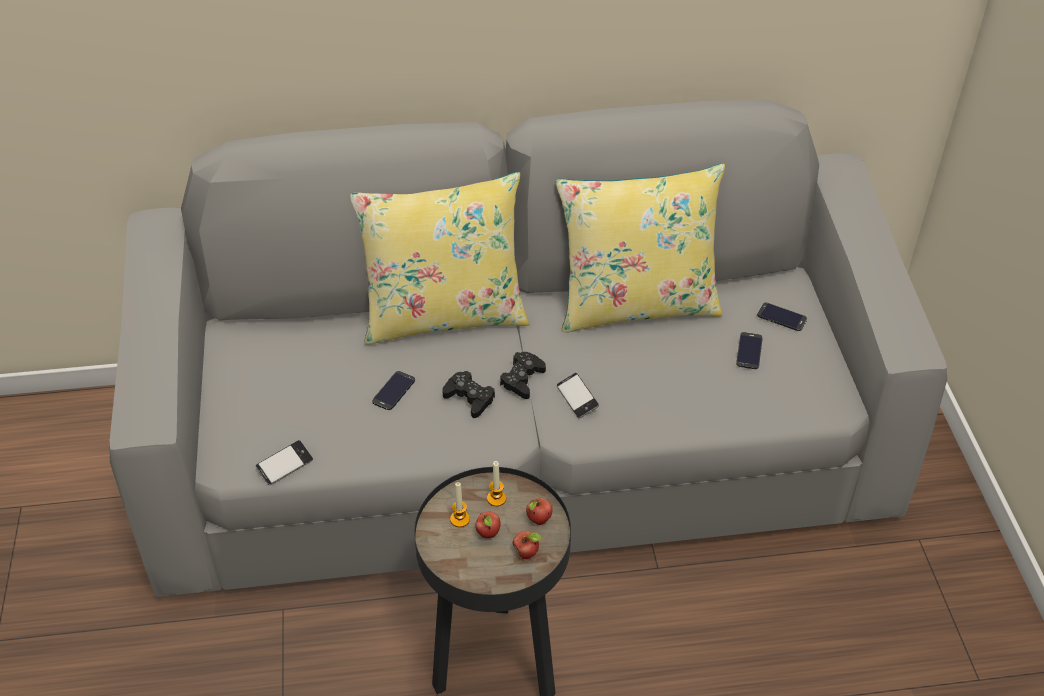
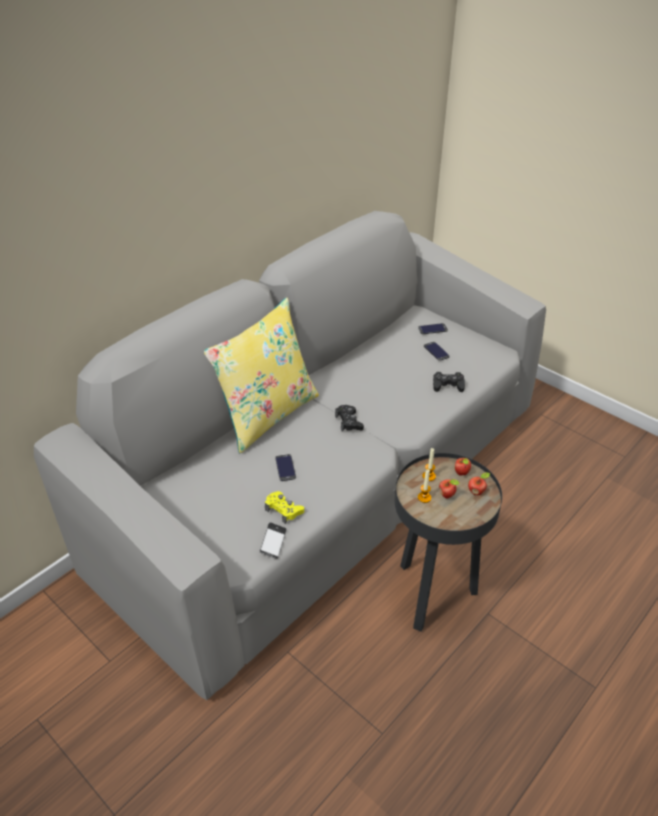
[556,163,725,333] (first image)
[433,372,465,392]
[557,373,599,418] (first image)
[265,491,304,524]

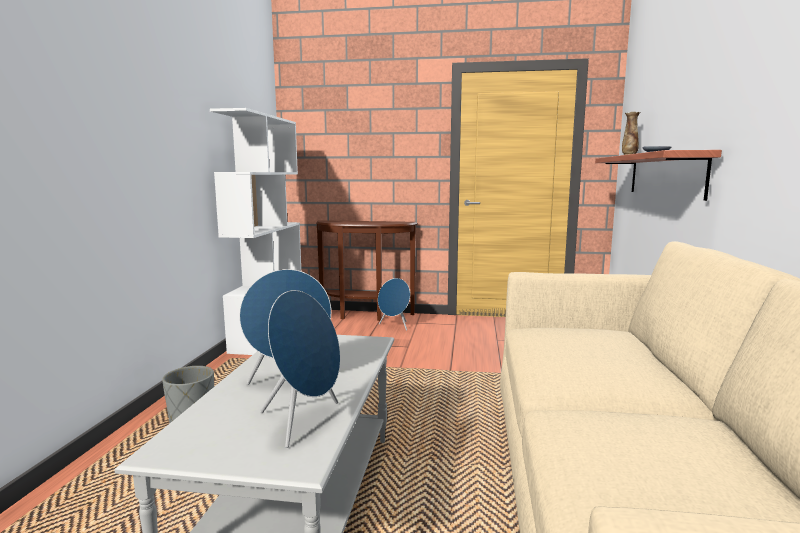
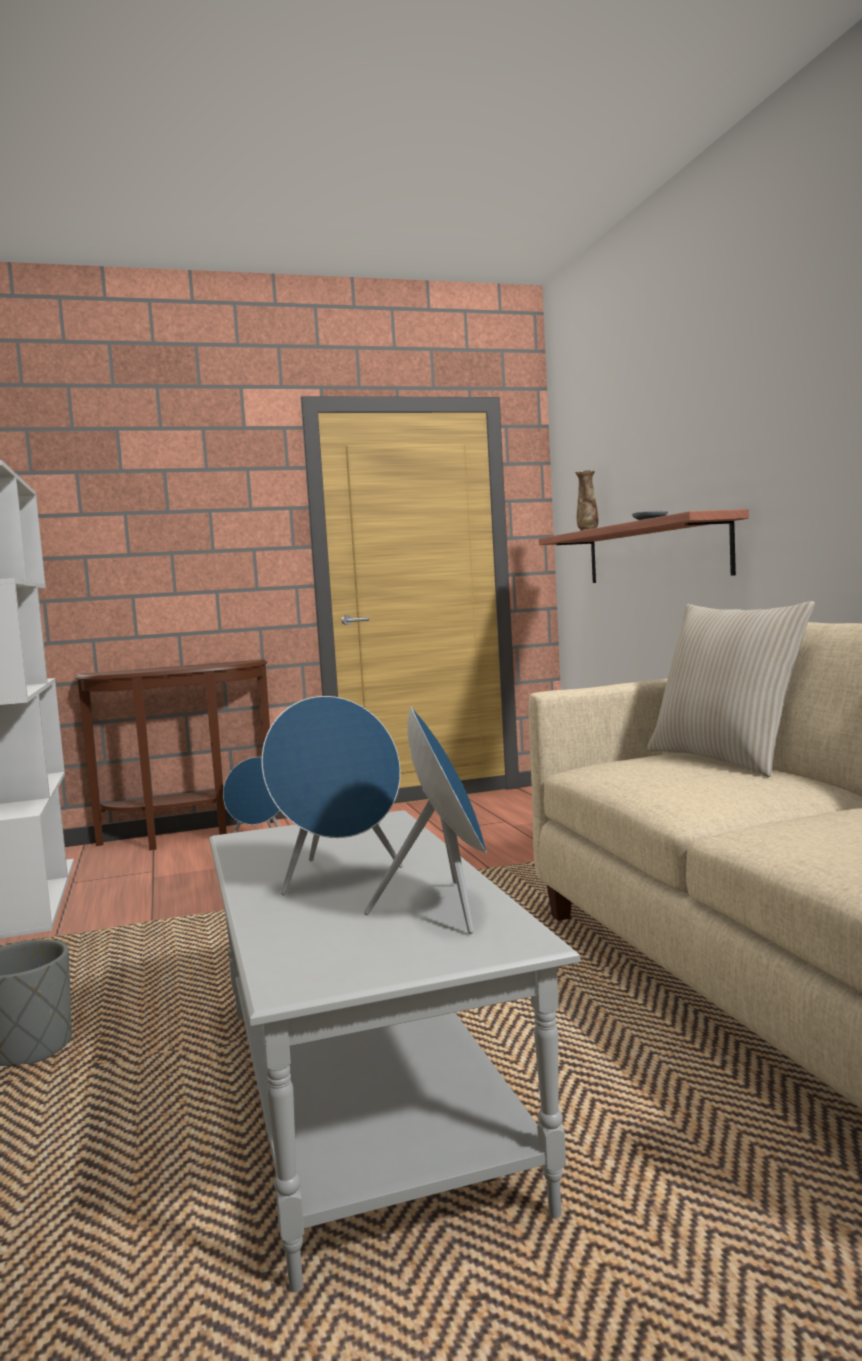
[647,601,815,777]

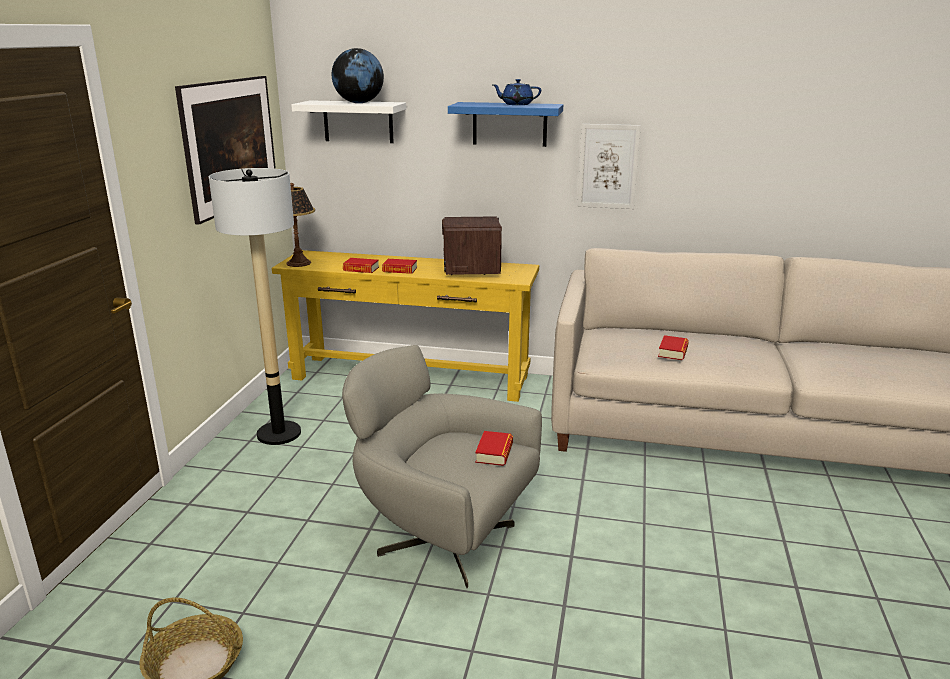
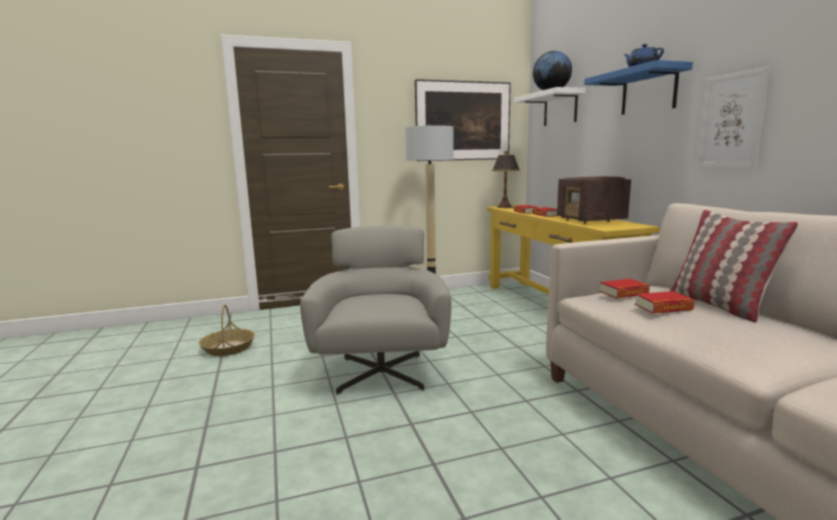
[557,176,631,224]
[599,279,650,299]
[670,210,798,323]

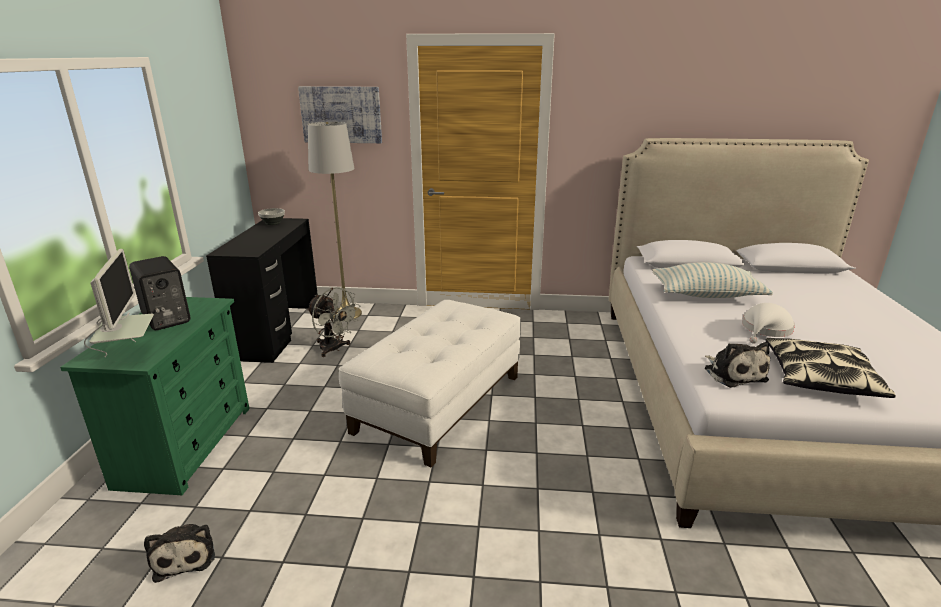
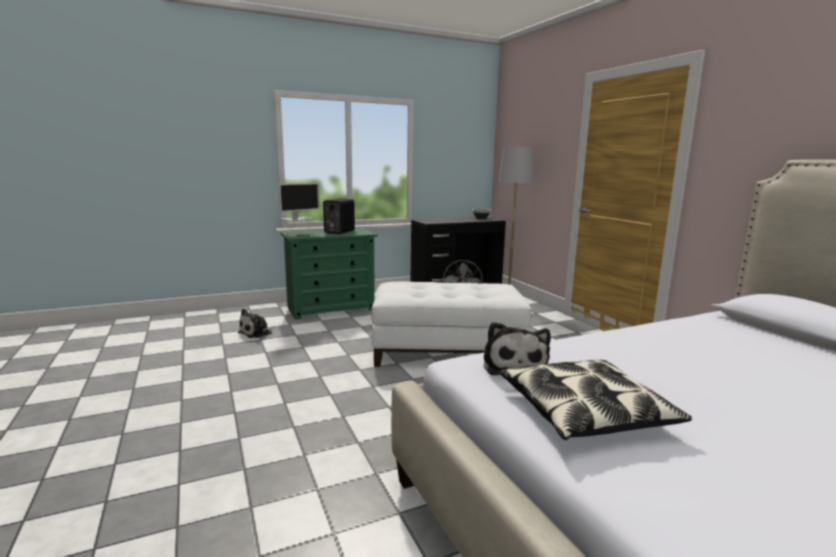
[298,86,382,143] (first image)
[653,262,773,298] (first image)
[742,303,795,344] (first image)
[484,322,551,375]

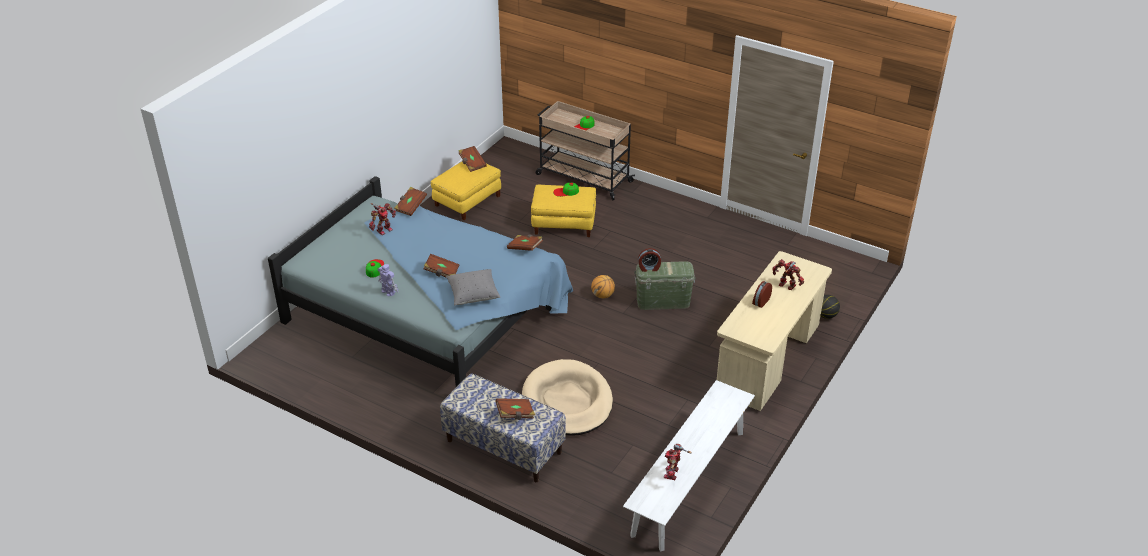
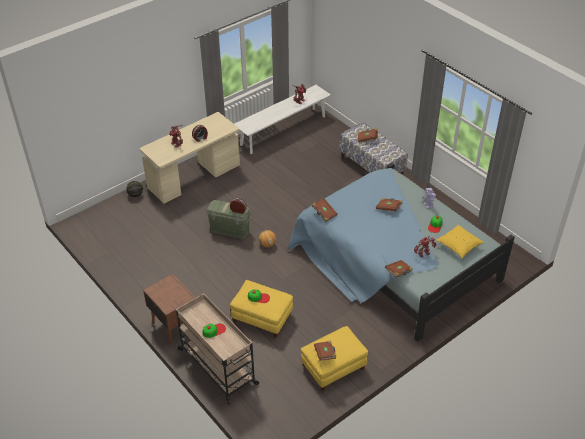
[446,269,501,305] (first image)
[522,359,613,436] (first image)
[436,225,484,258]
[143,274,196,343]

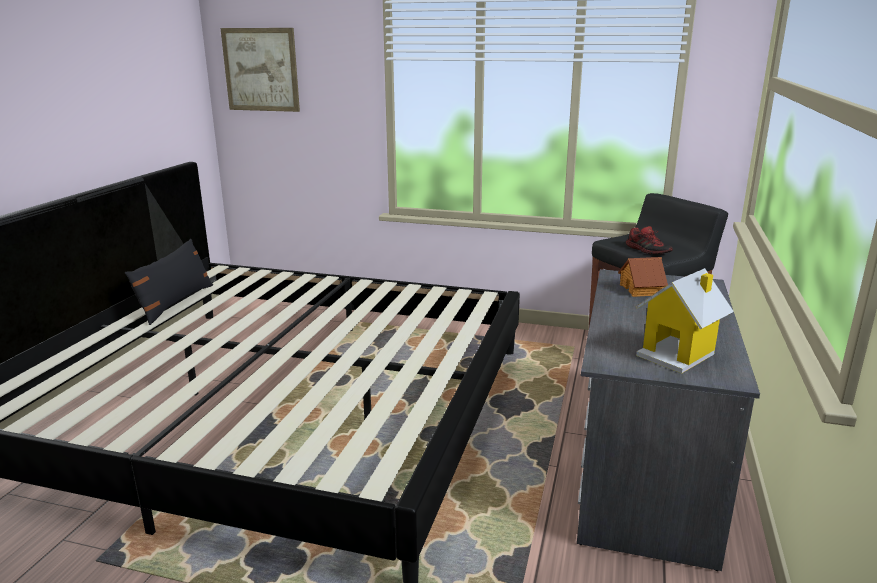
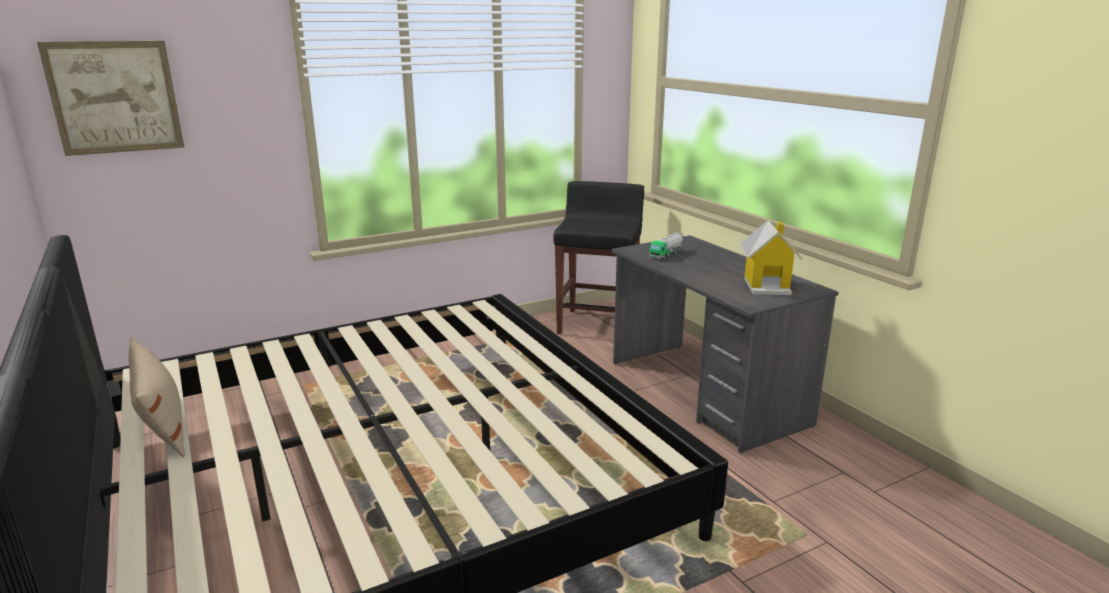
[626,226,673,254] (first image)
[129,337,185,457]
[649,233,683,260]

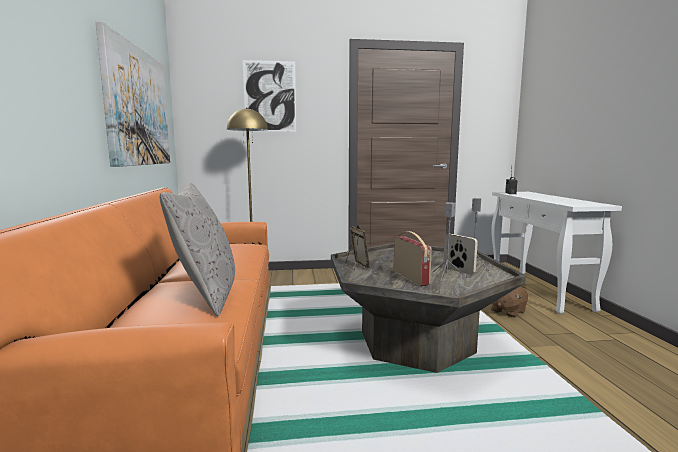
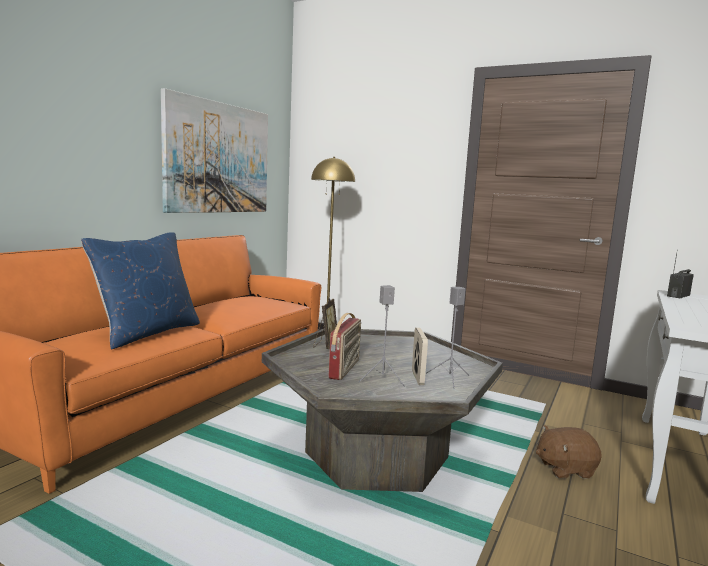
[243,60,296,132] (first image)
[81,232,200,350]

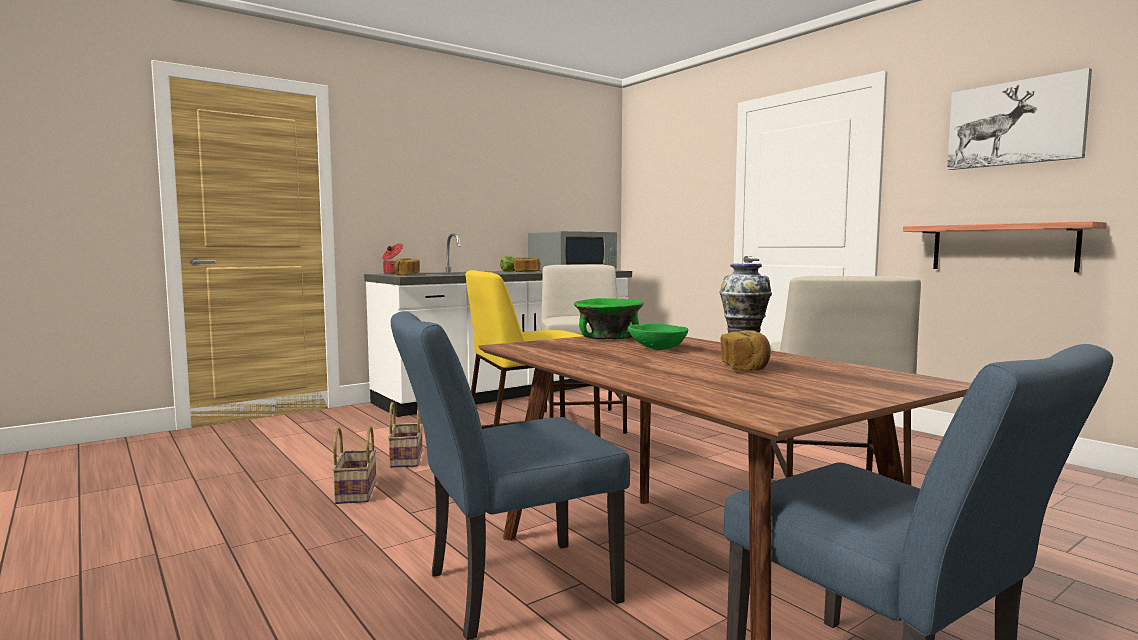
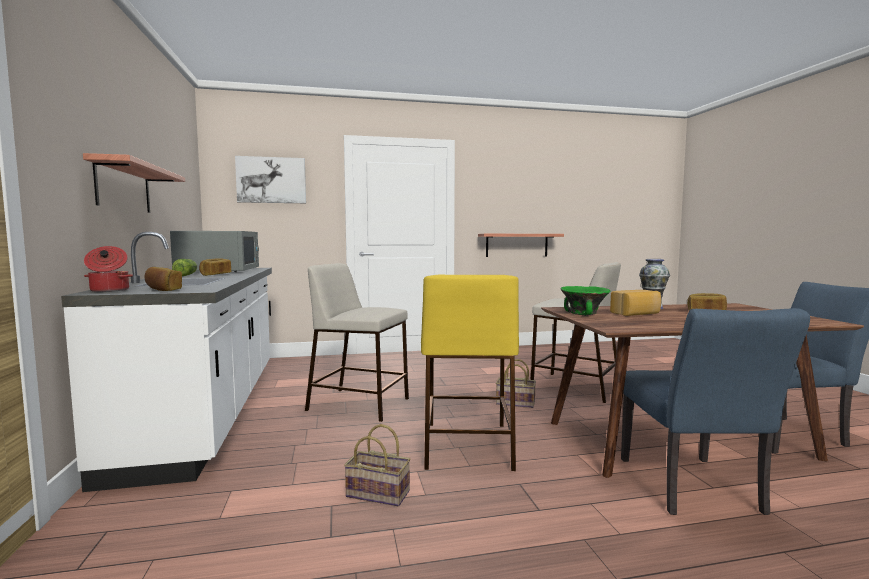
[235,156,306,203]
[610,290,661,316]
[496,359,536,408]
[83,153,185,213]

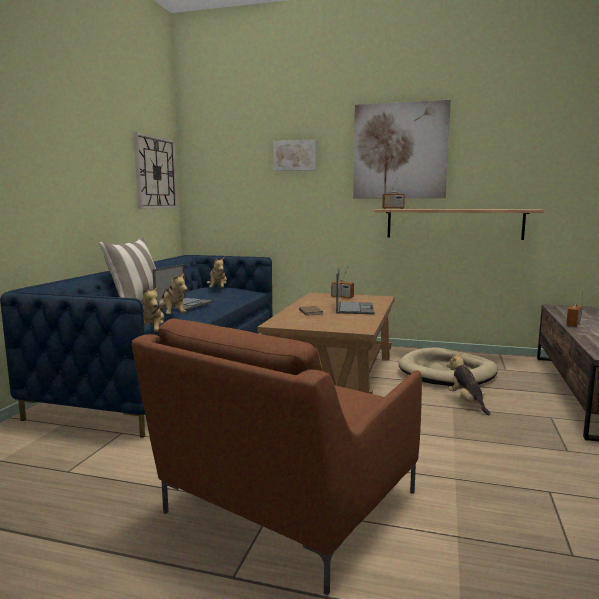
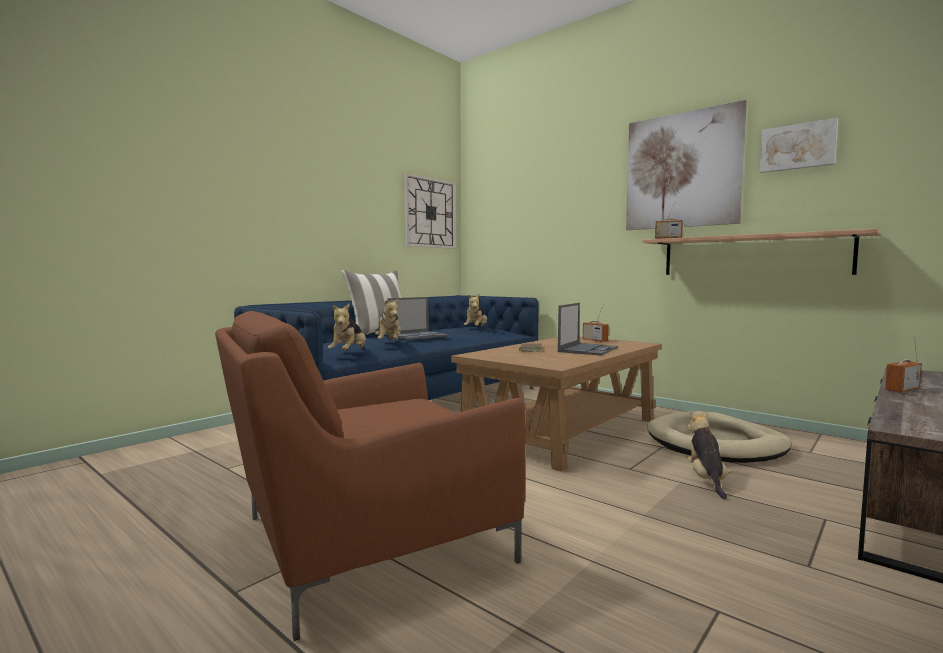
[760,118,838,173]

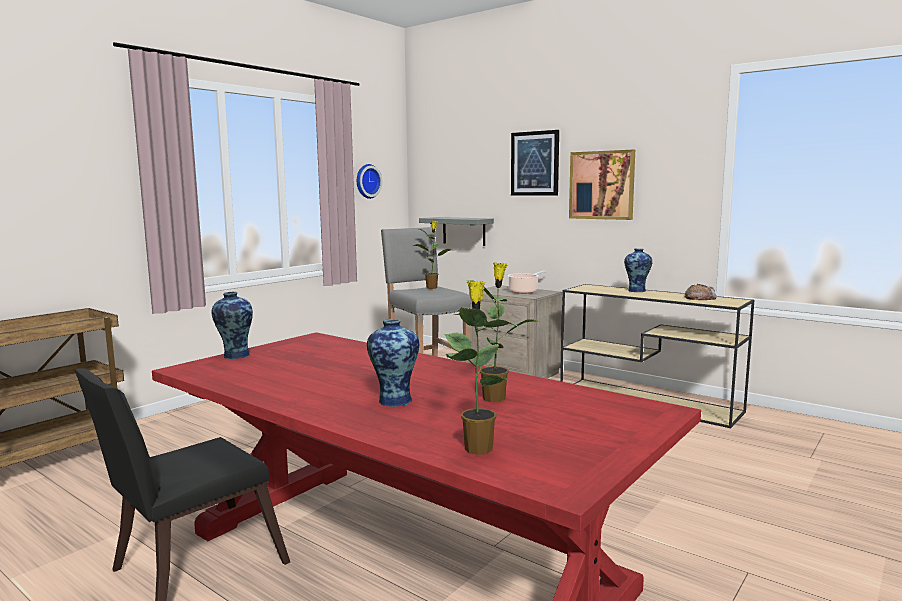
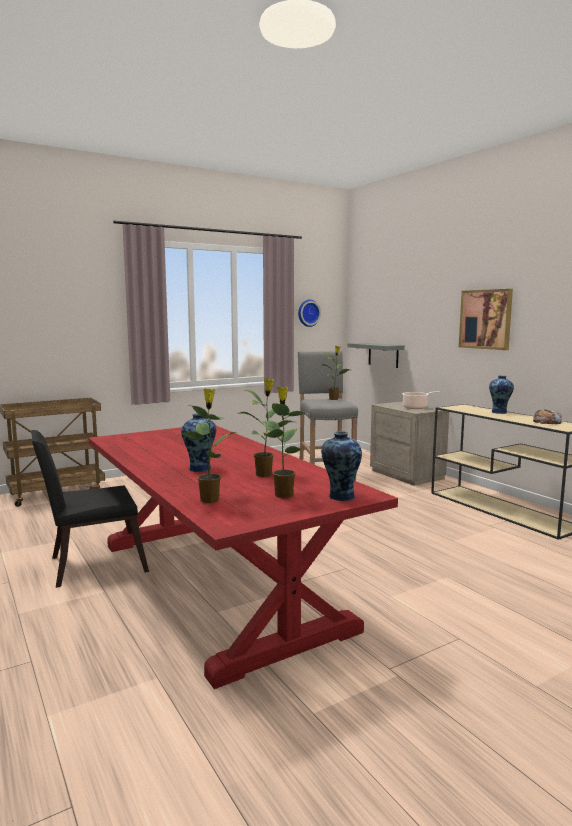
[511,130,559,195] (first image)
[321,431,362,501]
[263,387,308,498]

